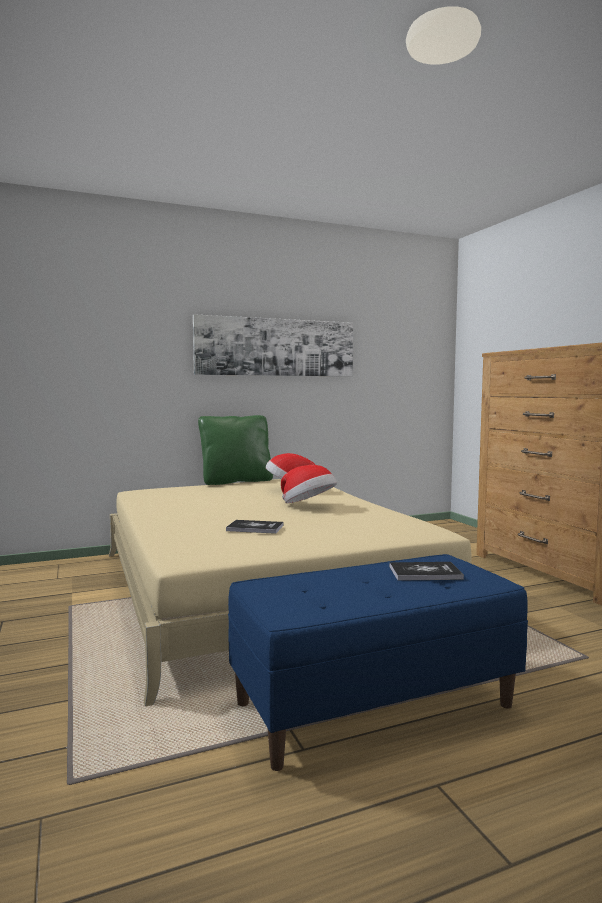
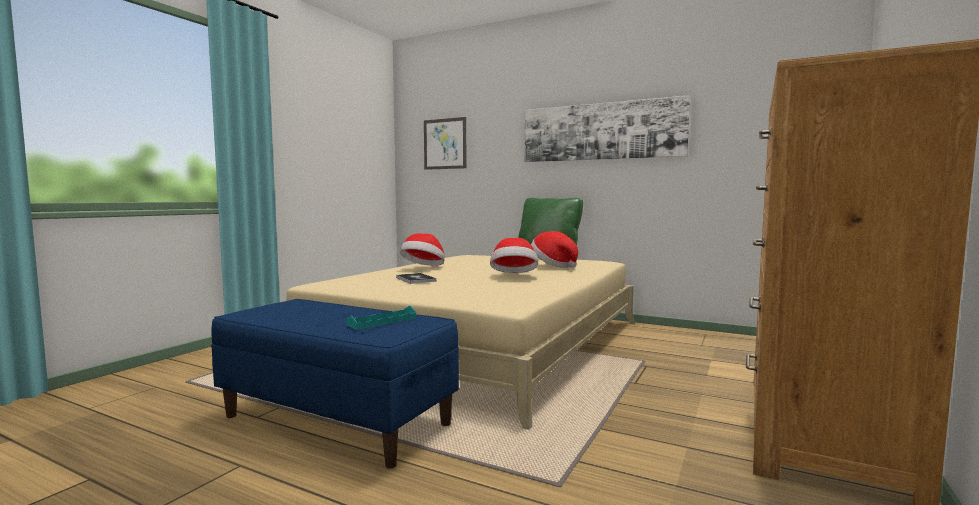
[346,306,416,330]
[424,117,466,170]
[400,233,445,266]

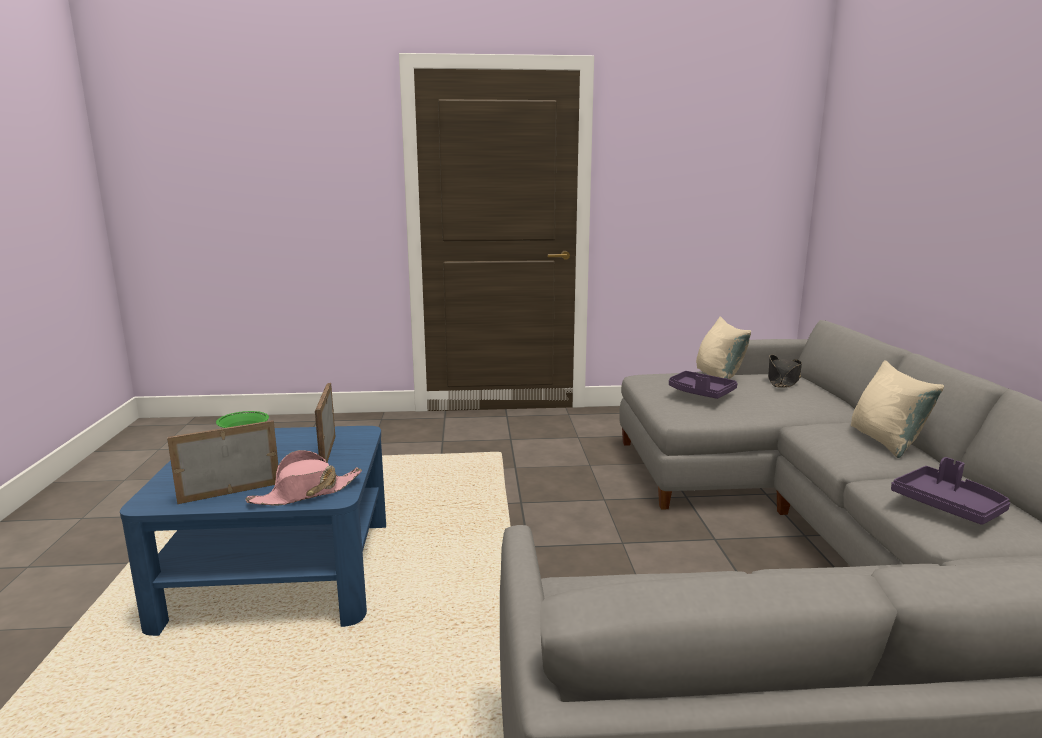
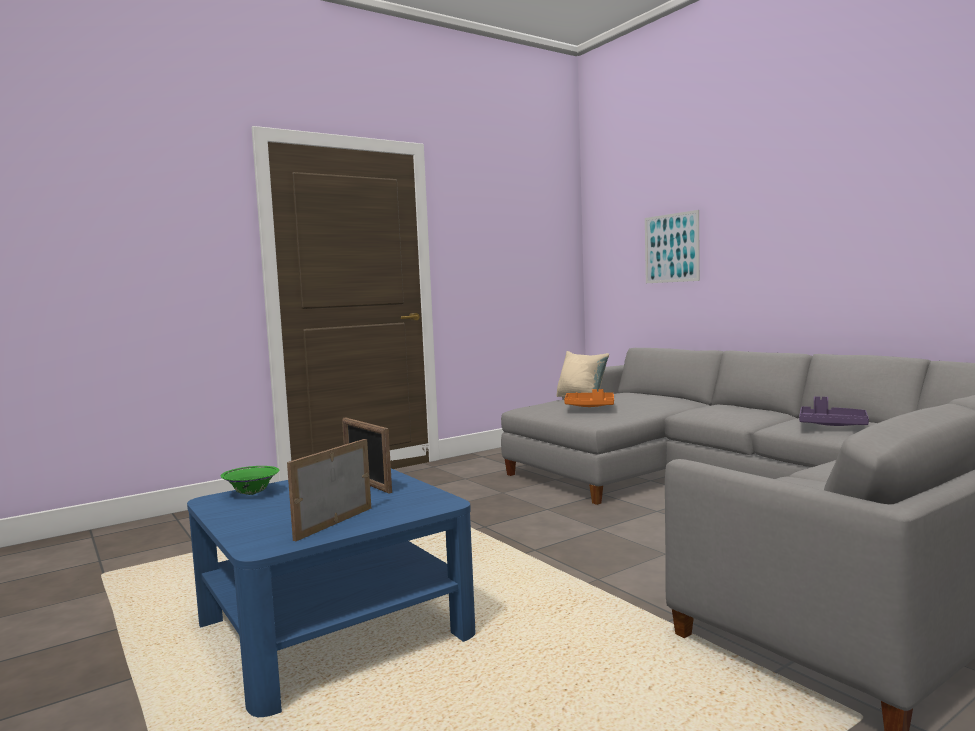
[768,355,802,388] (first image)
[851,360,944,458] (first image)
[564,389,614,407]
[245,450,362,506] (first image)
[645,210,700,283]

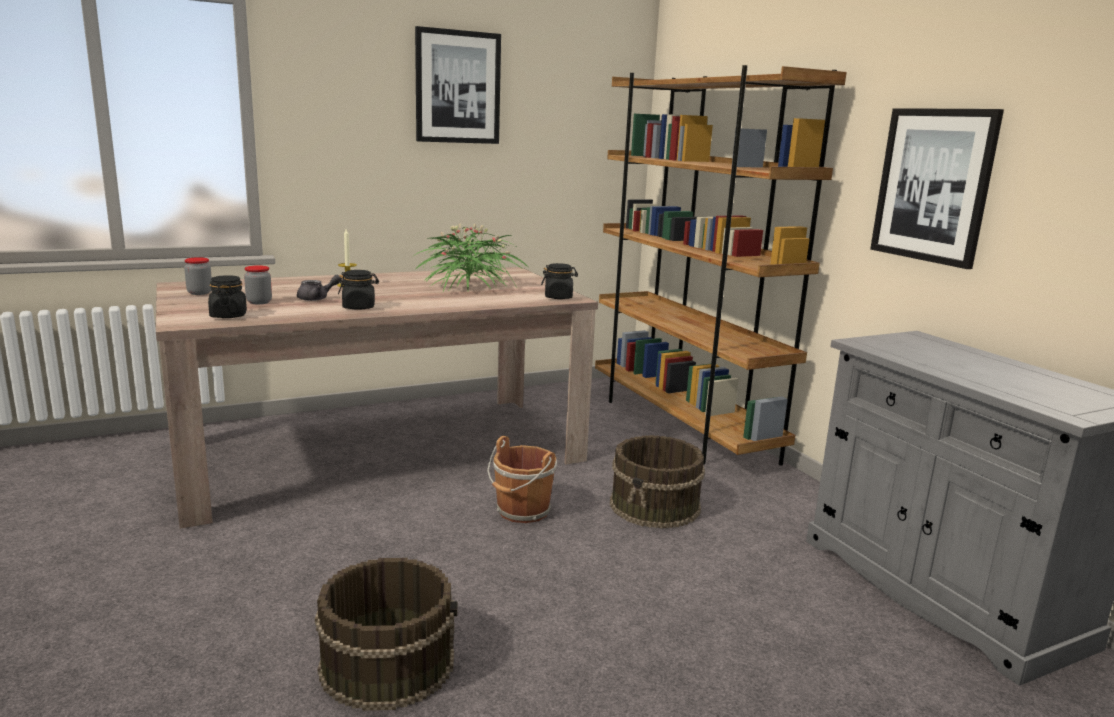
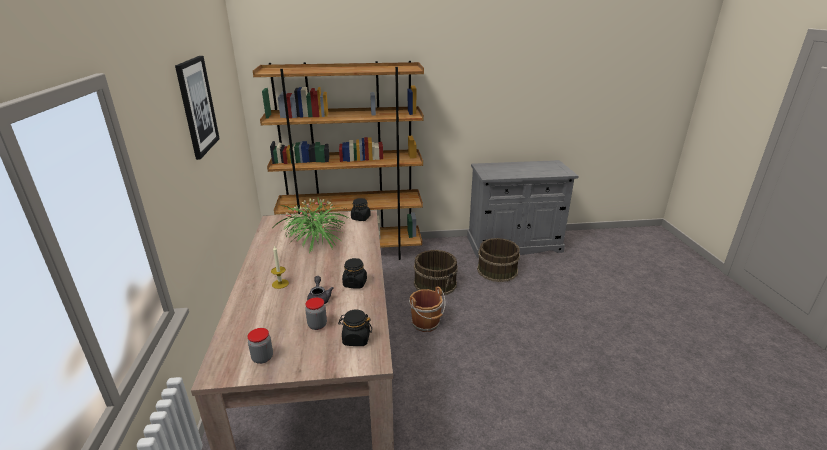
[870,108,1004,269] (first image)
[477,238,520,282]

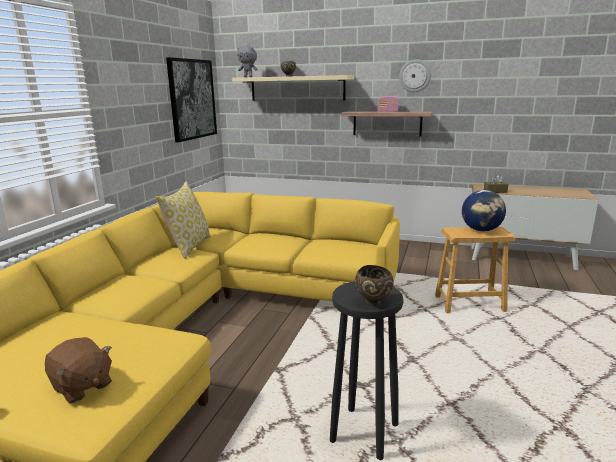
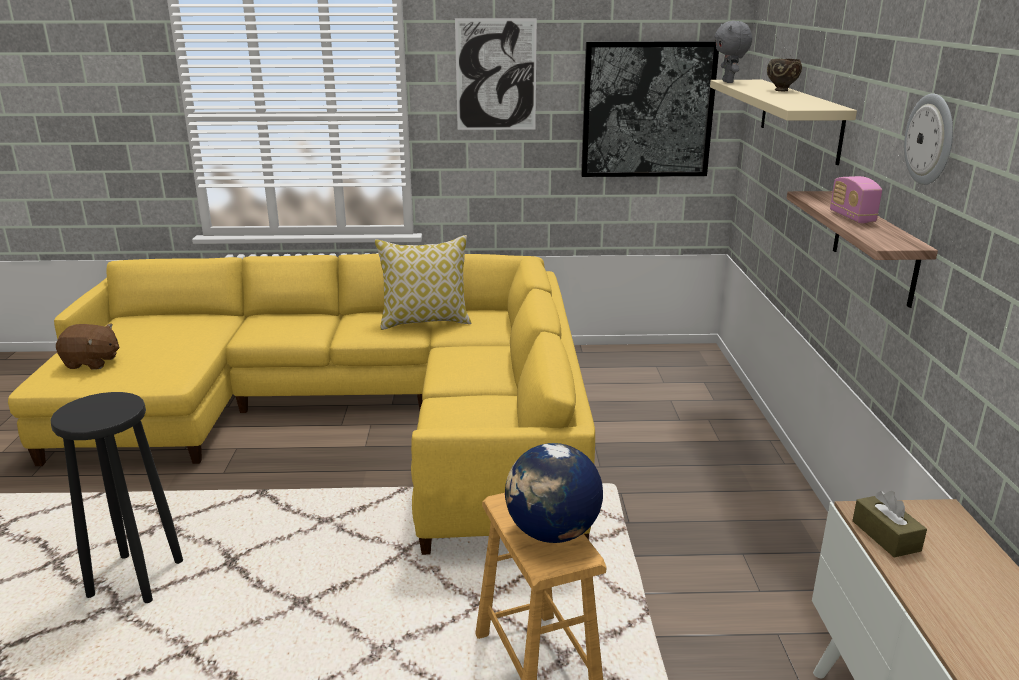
[355,265,394,306] (first image)
[56,323,119,369]
[455,18,537,130]

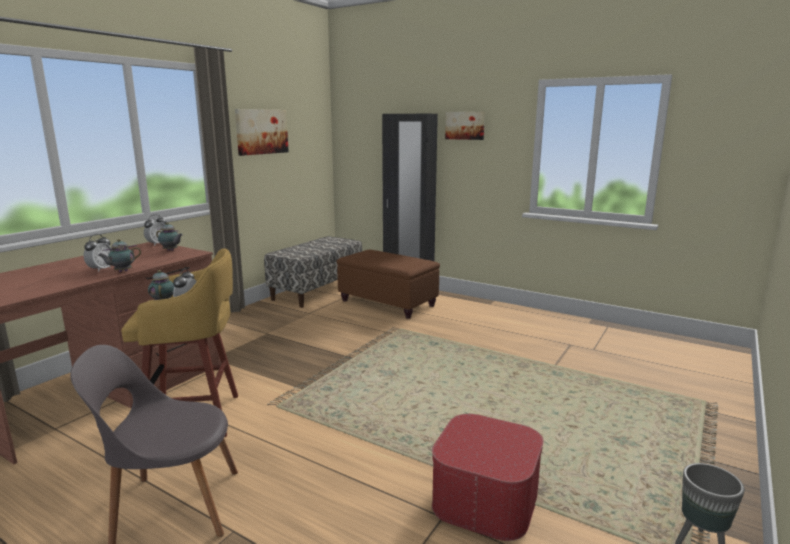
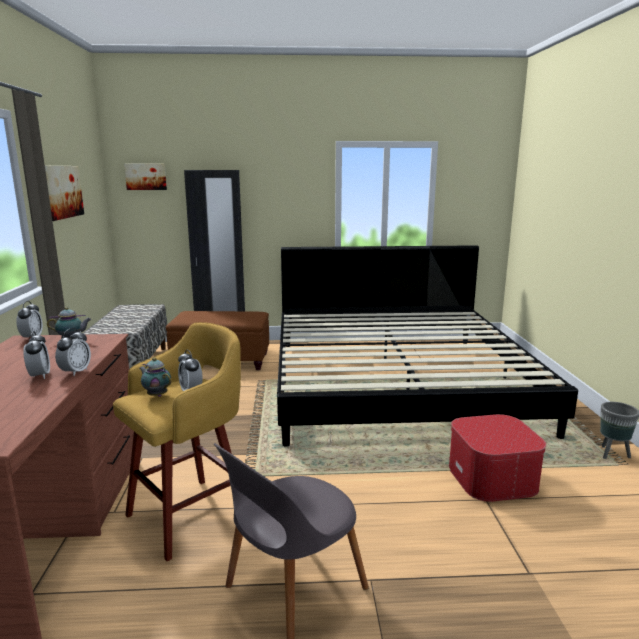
[124,164,167,190]
[55,328,91,376]
[277,245,578,447]

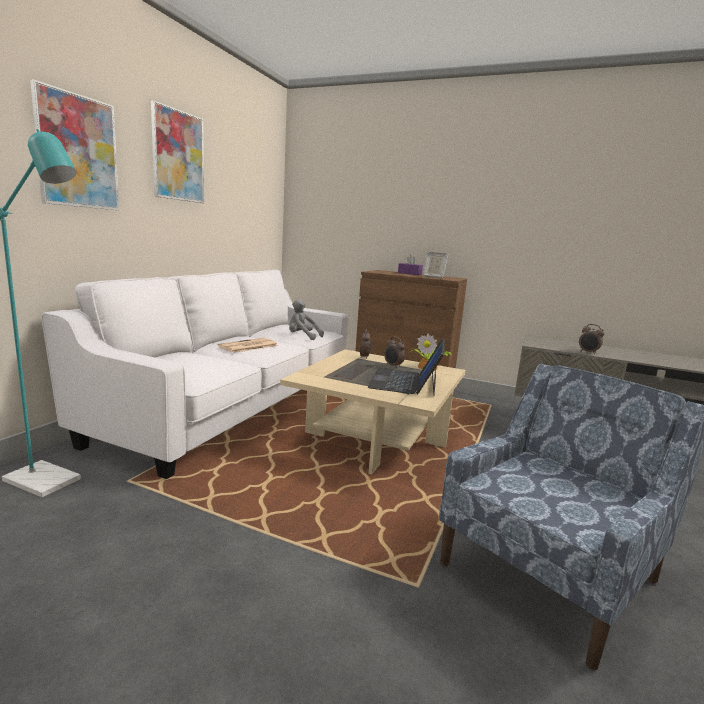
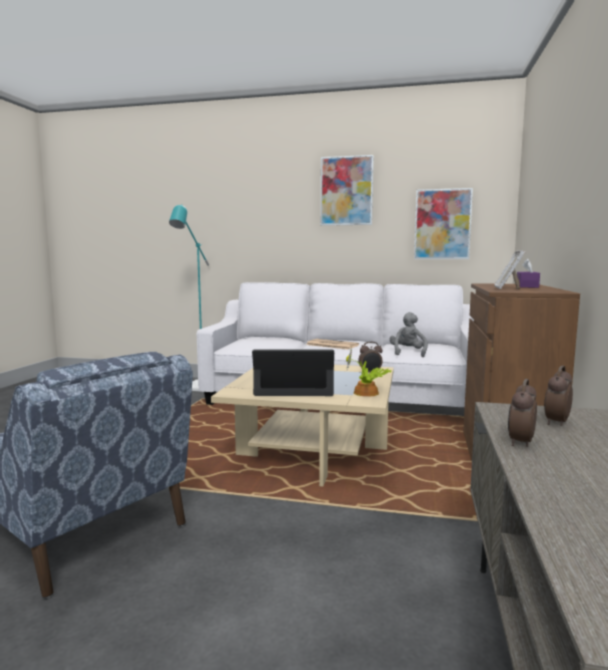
[414,188,473,259]
[544,365,573,426]

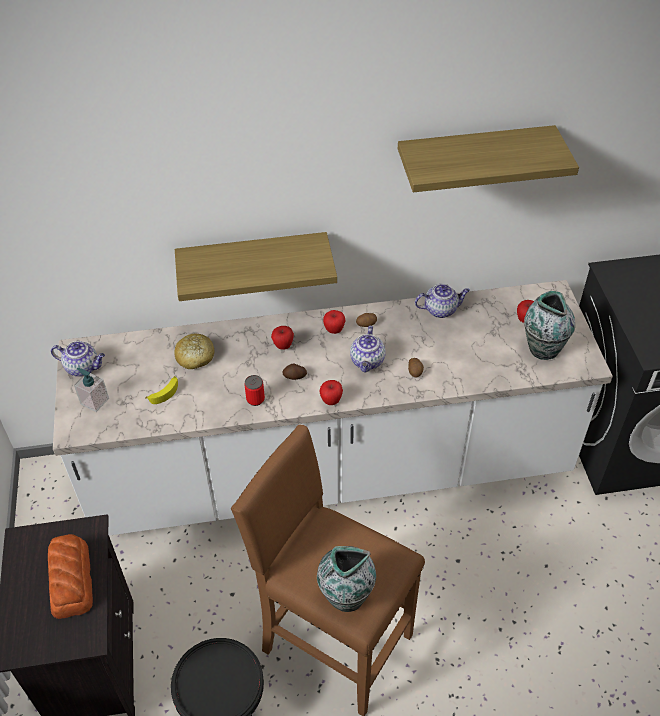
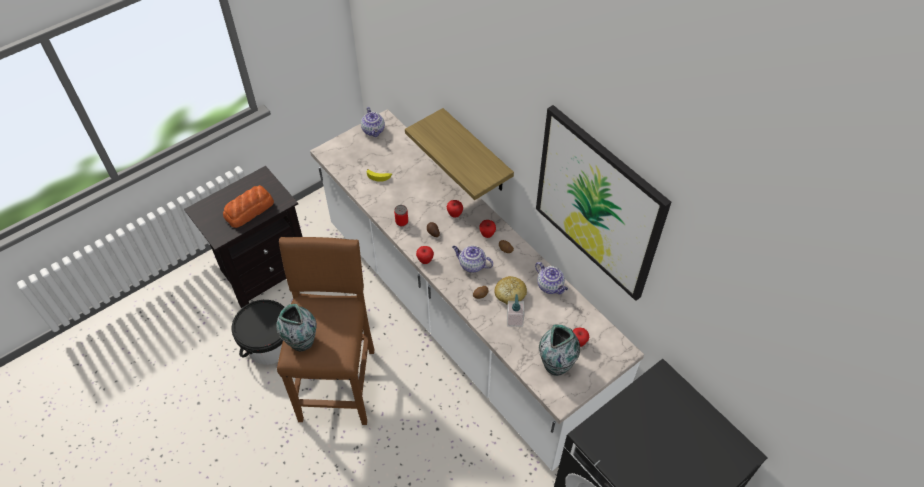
[536,105,671,301]
[452,245,493,273]
[494,276,527,305]
[507,294,524,327]

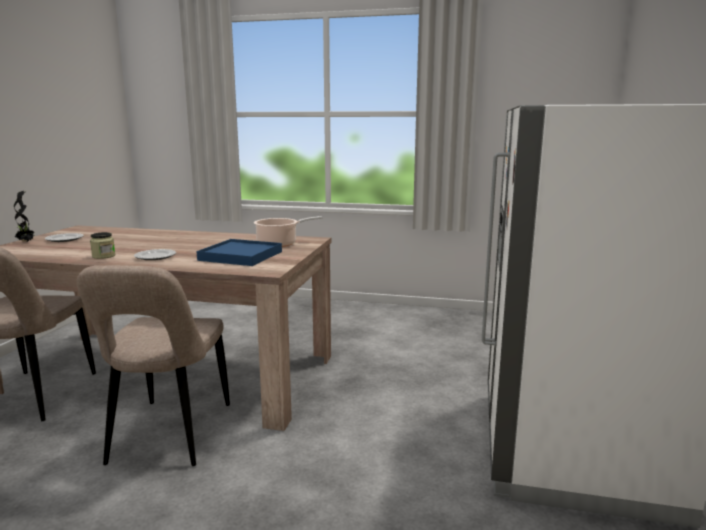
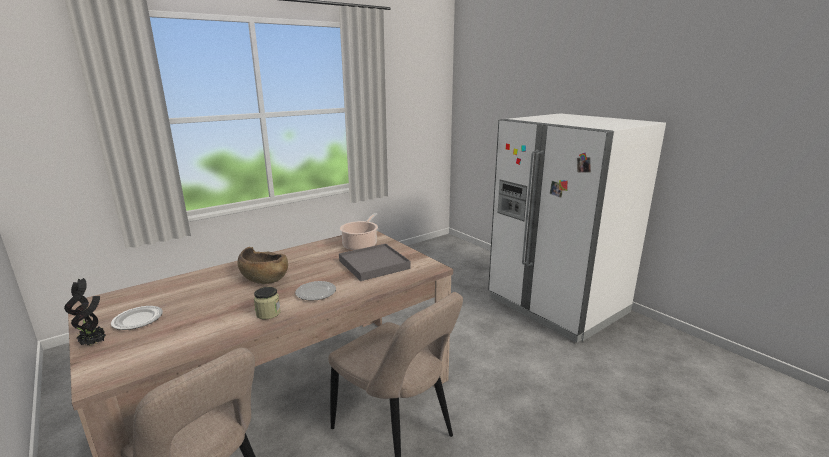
[339,244,411,281]
[237,247,288,284]

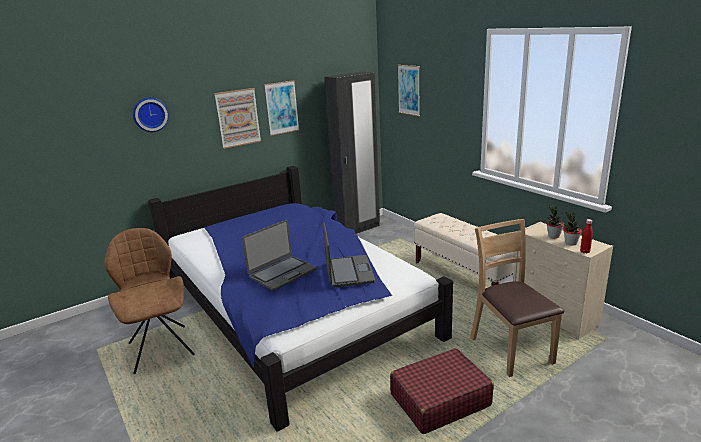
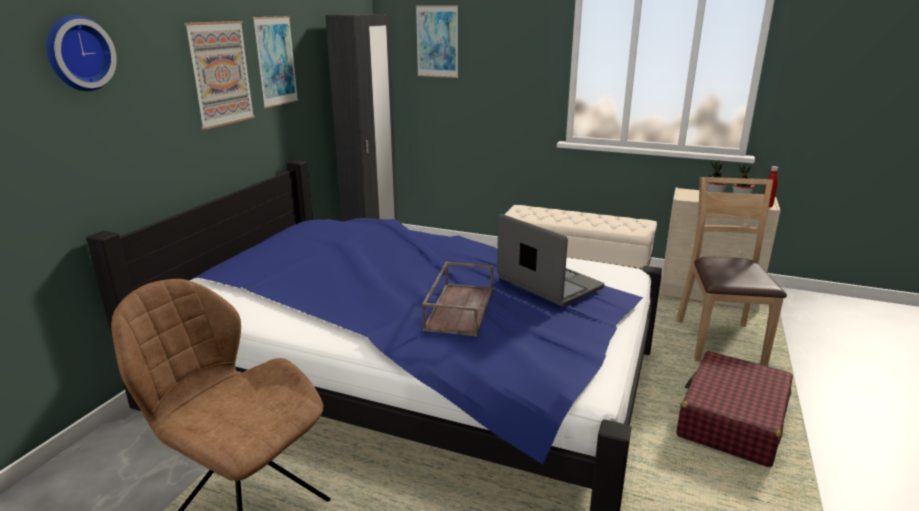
[676,177,787,366]
[422,262,493,336]

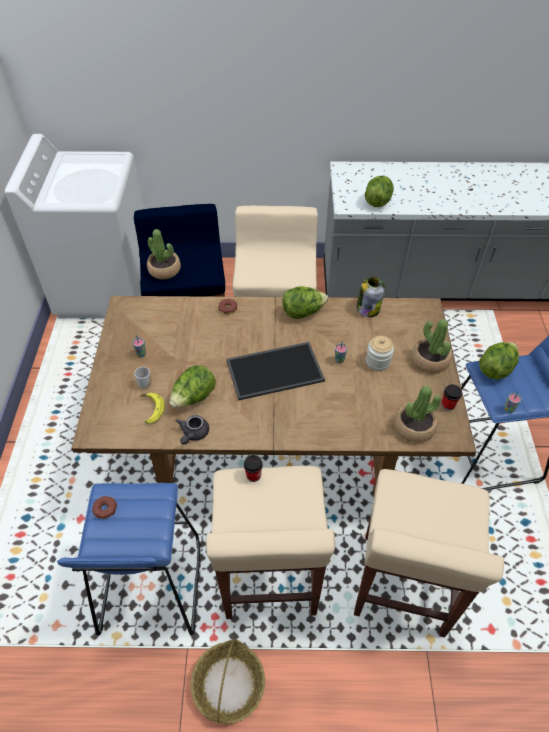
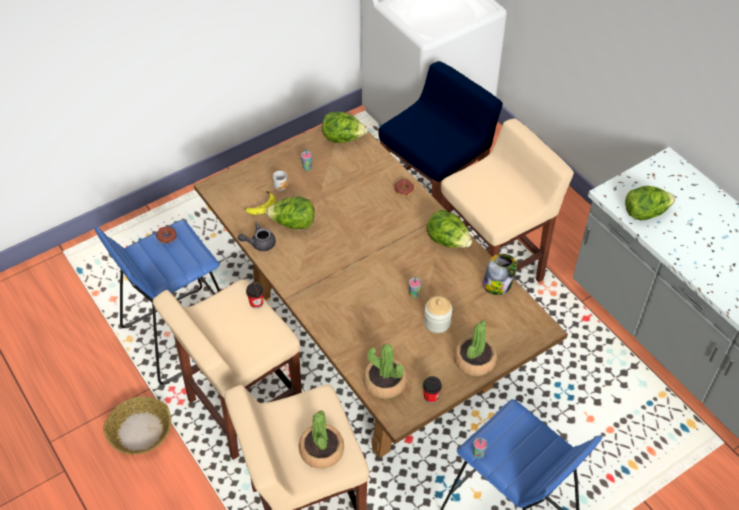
[299,410,344,469]
[226,342,325,401] (first image)
[322,112,368,143]

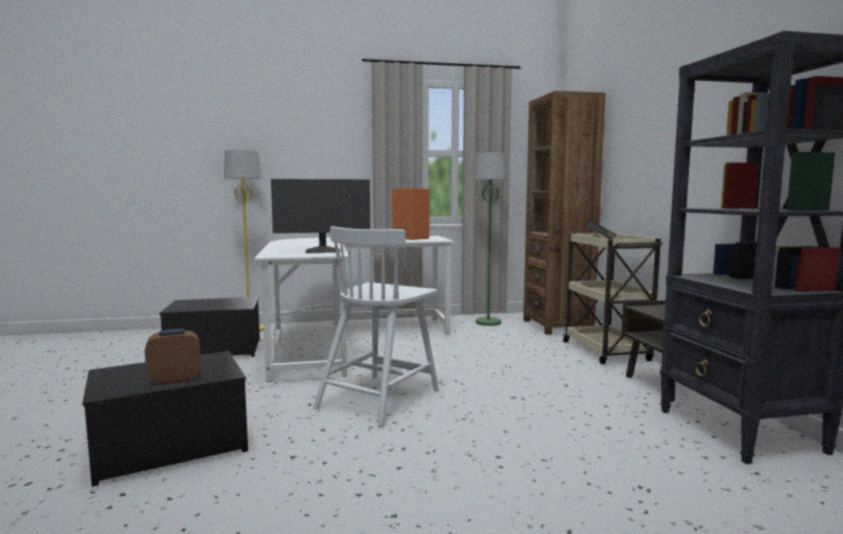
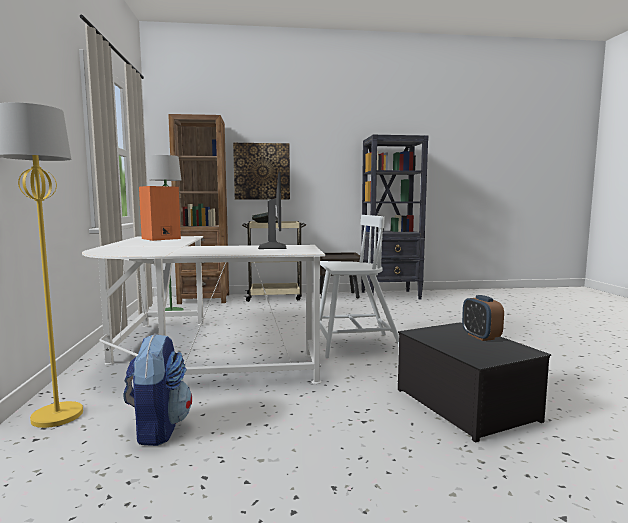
[320,215,399,358]
[124,334,192,446]
[233,143,290,199]

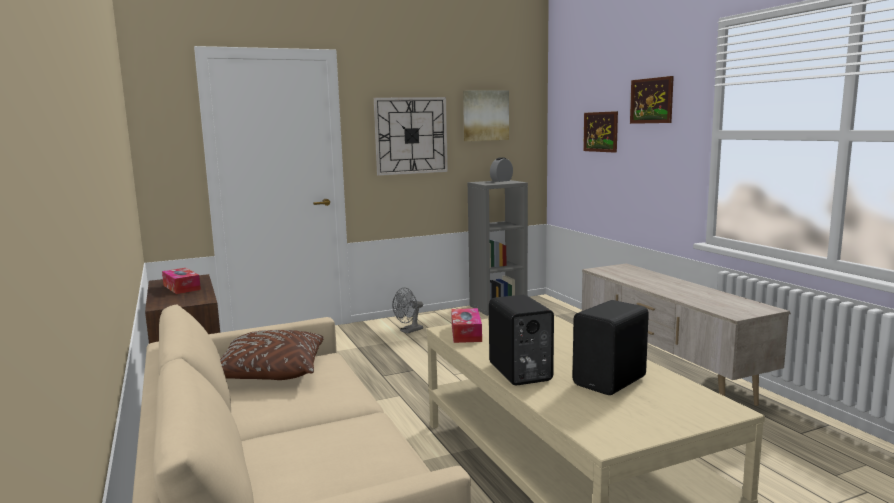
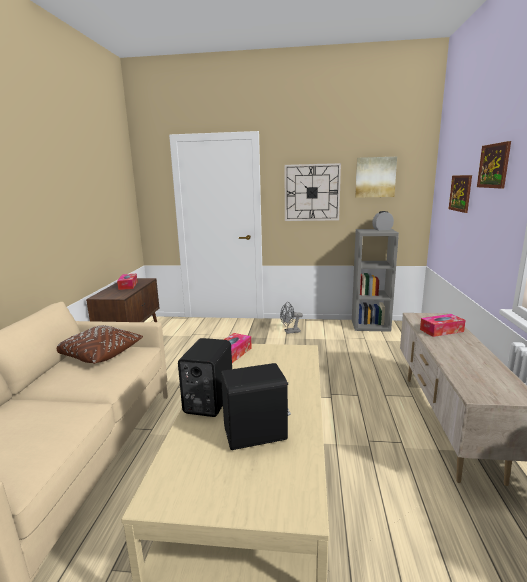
[420,314,466,337]

